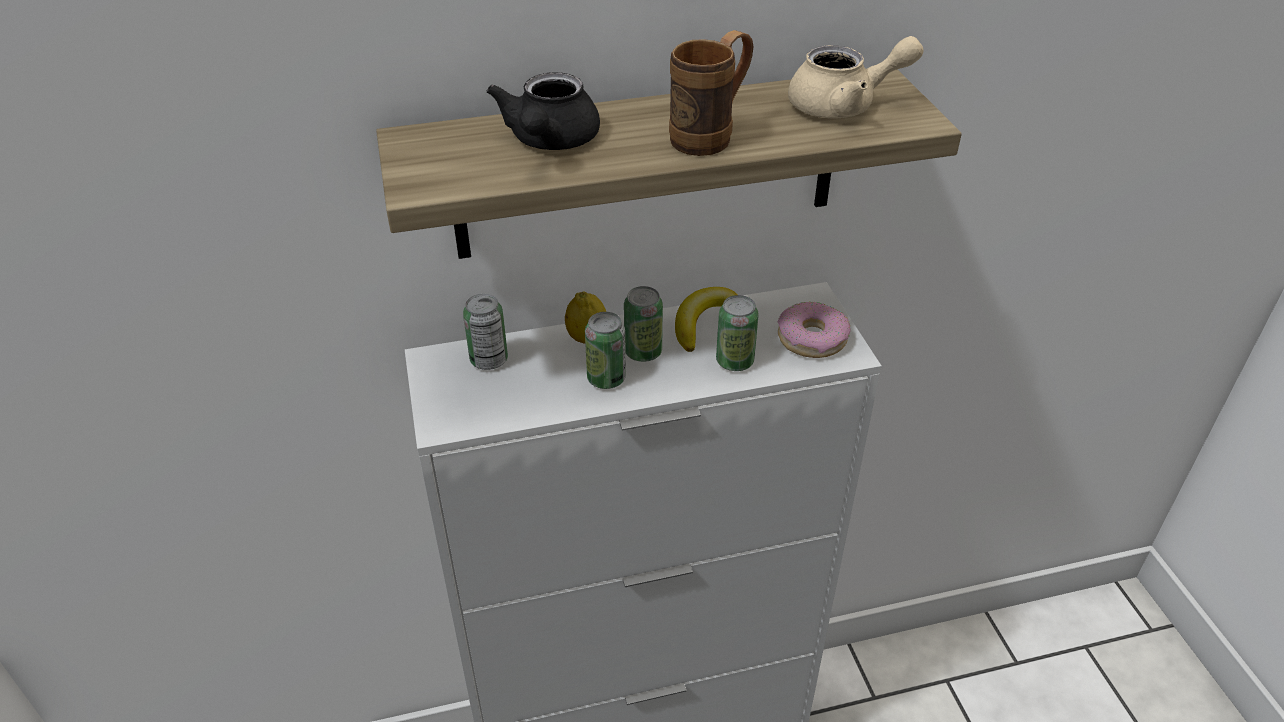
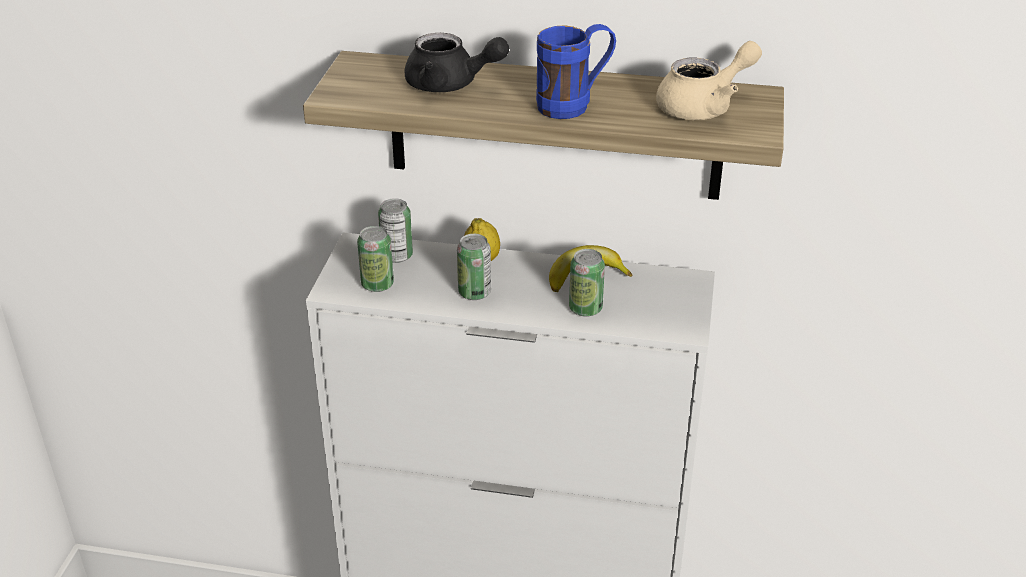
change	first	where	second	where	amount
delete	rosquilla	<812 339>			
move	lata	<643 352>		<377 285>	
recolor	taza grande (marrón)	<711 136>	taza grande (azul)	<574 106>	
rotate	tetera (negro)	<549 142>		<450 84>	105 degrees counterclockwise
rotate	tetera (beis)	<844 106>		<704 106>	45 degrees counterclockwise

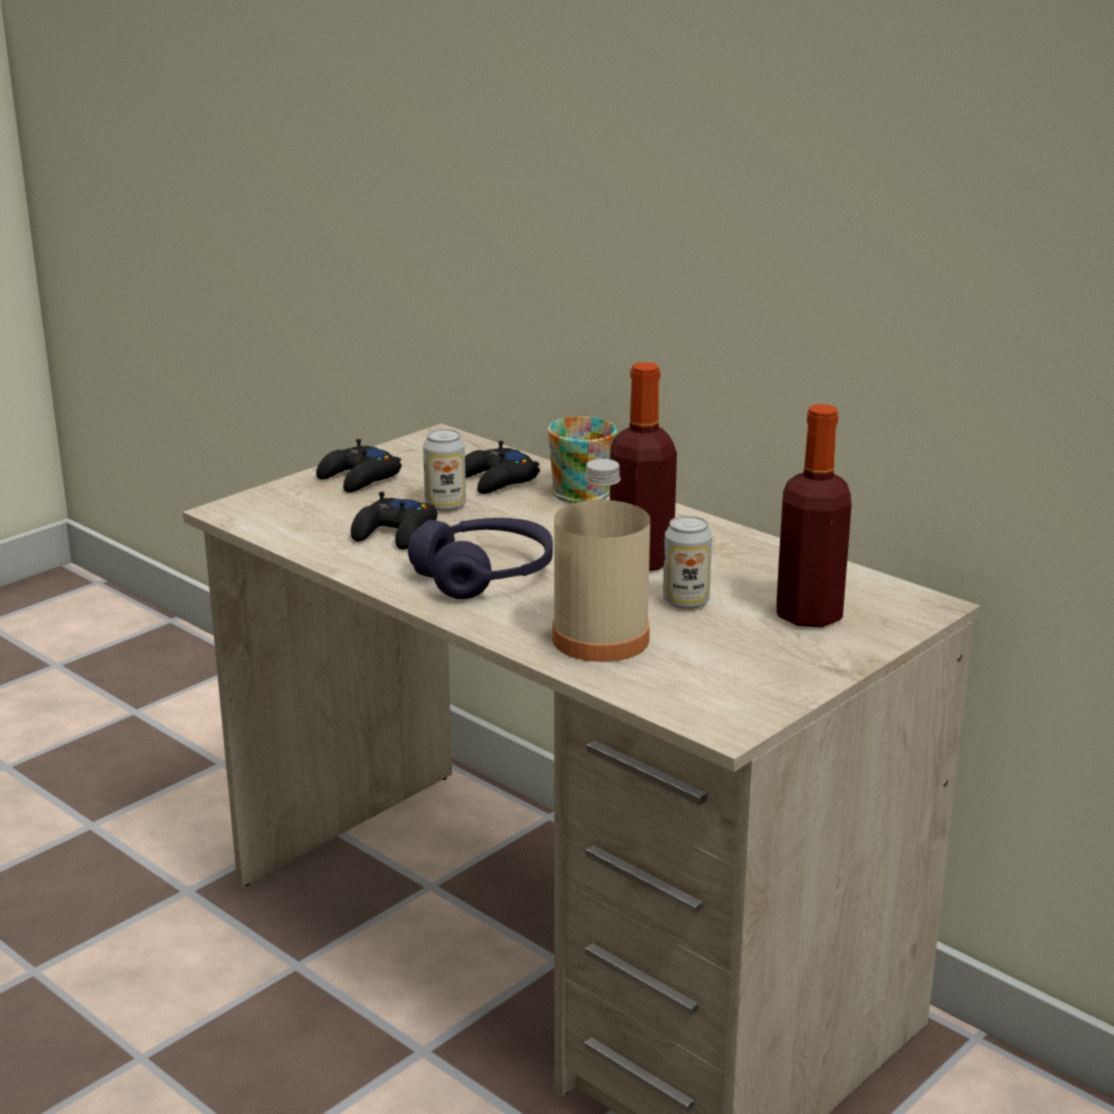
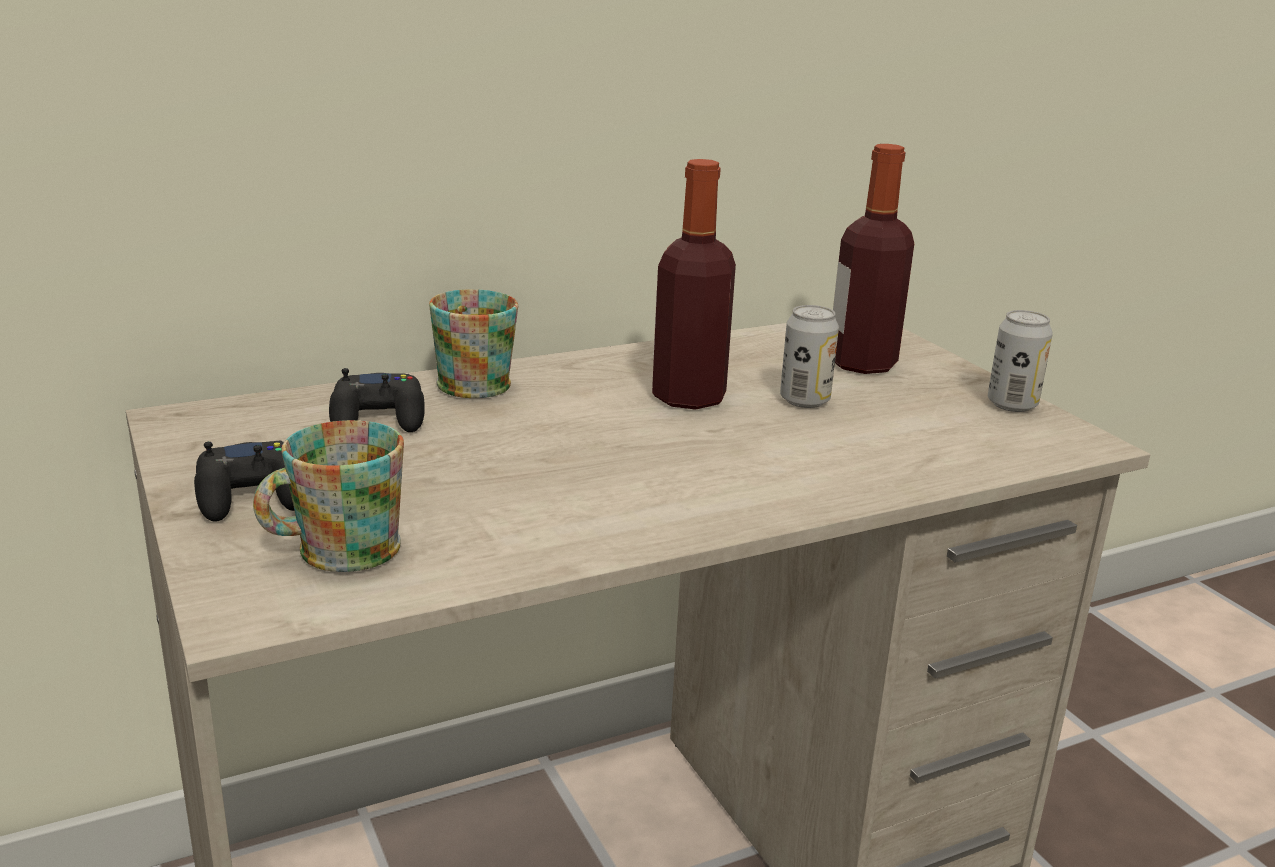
change	first	where	second	where	amount
delete	mando de consola (negro)	<396 533>			
delete	auriculares (morado)	<484 575>			
delete	botella (beis)	<600 639>			
insert			taza grande	<334 550>	
move	lata	<445 505>		<1012 404>	

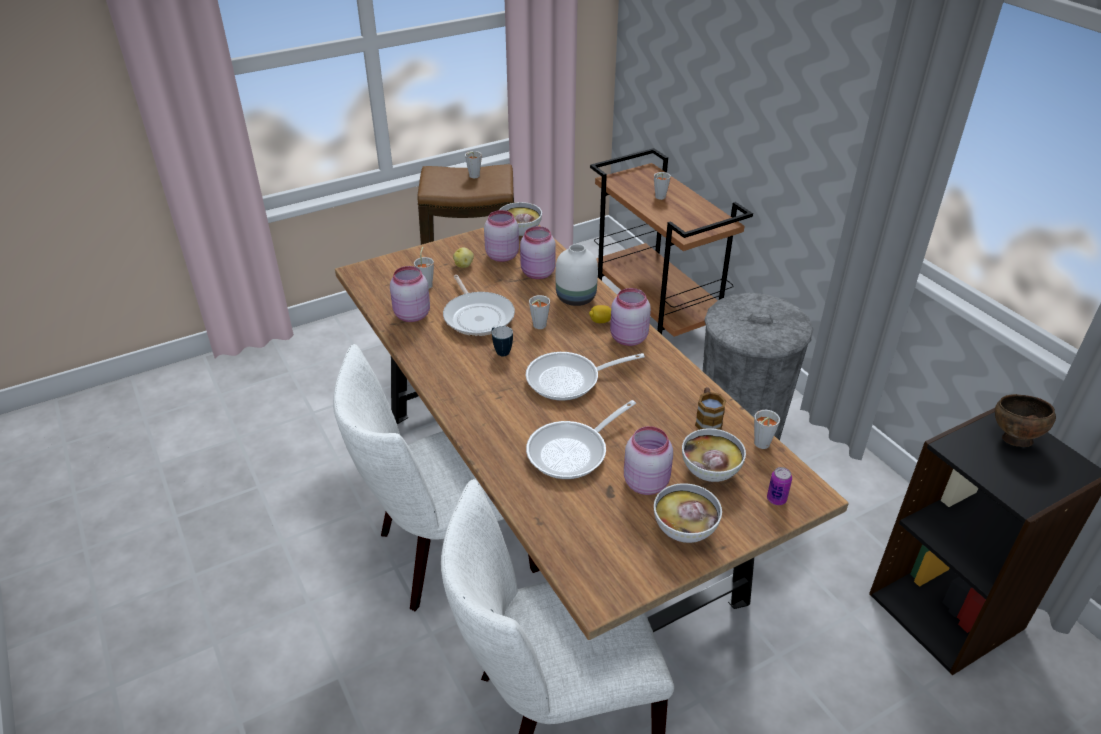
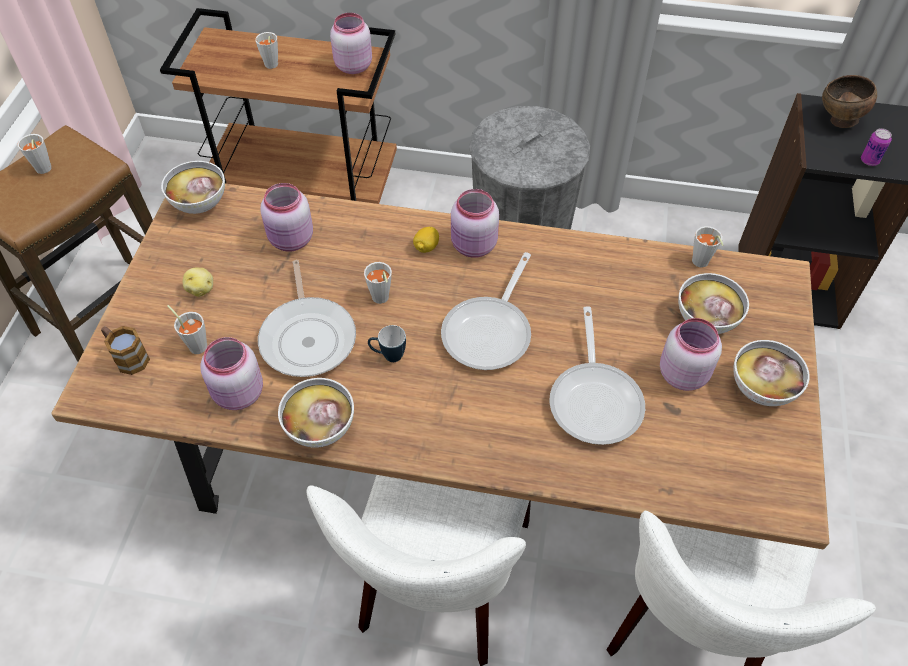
change	first	where	second	where	amount
delete	florero (blanco)	<575 297>			
insert			cuenco	<320 428>	
move	tarro (rosa)	<501 255>		<352 66>	
move	taza grande	<707 420>		<127 357>	
move	lata	<776 499>		<869 161>	
rotate	sartén	<478 316>		<308 337>	60 degrees clockwise

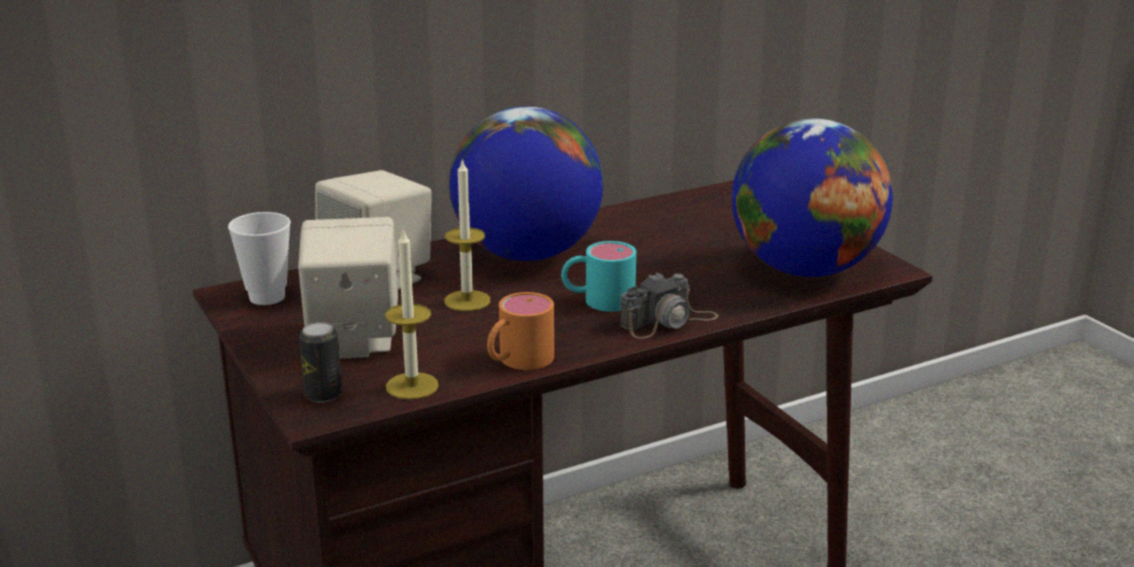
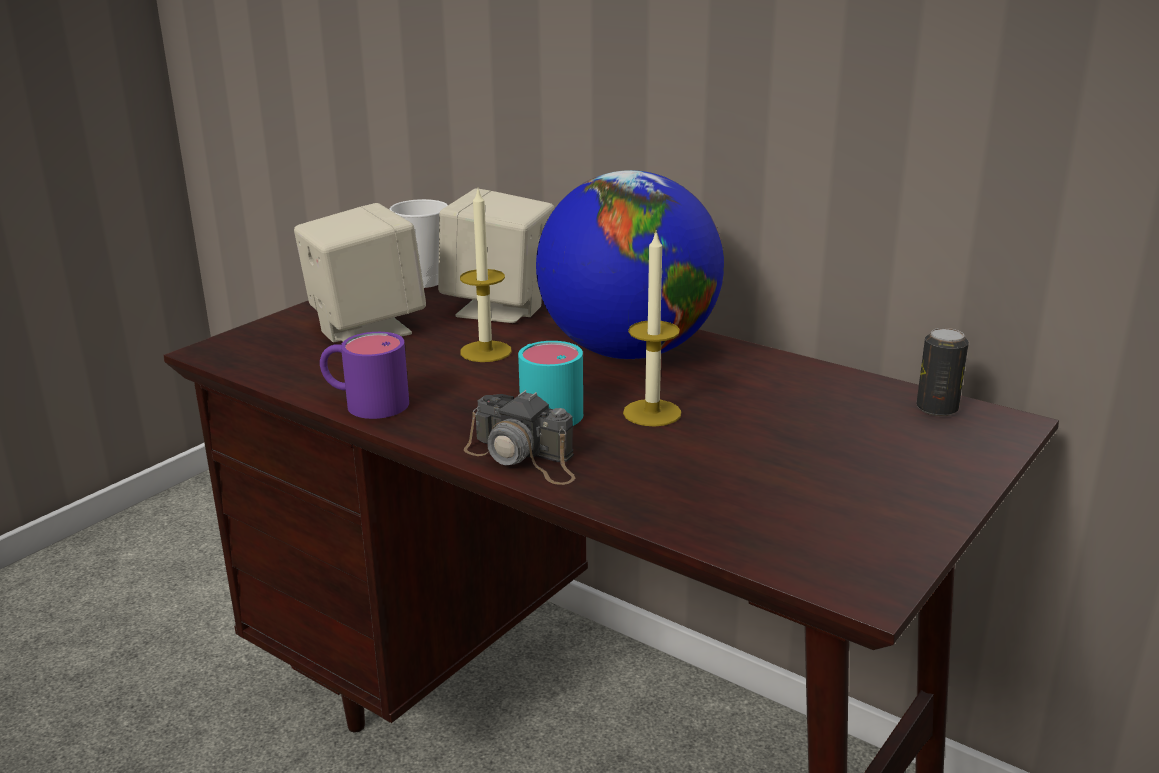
change	first	where	second	where	amount
delete	globo terráqueo	<805 269>			
move	lata	<323 394>		<937 409>	
move	vela	<412 386>		<652 413>	
recolor	taza grande (naranja)	<517 361>	taza grande (morado)	<364 403>	

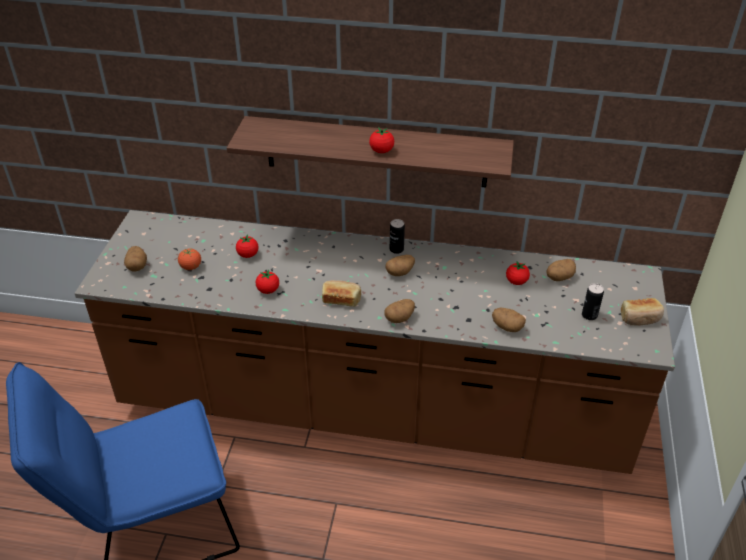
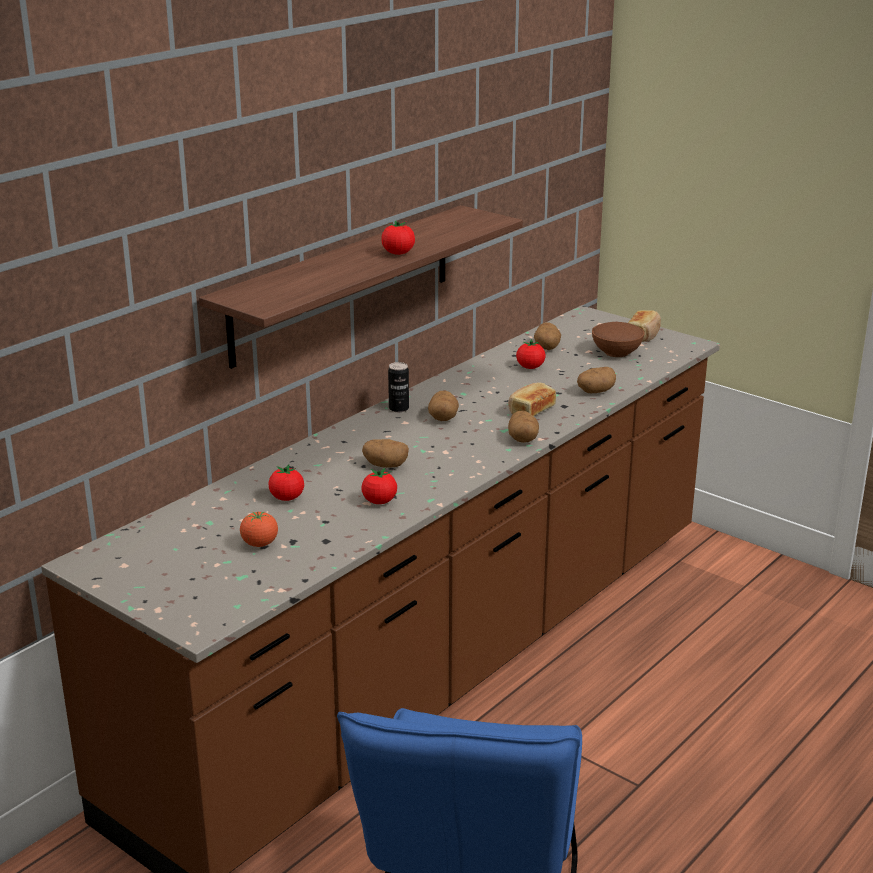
change	first	where	second	where	amount
move	patata	<137 266>		<385 465>	
move	pan	<341 299>		<530 410>	
replace	lata	<589 315>	cuenco (marrón)	<617 352>	

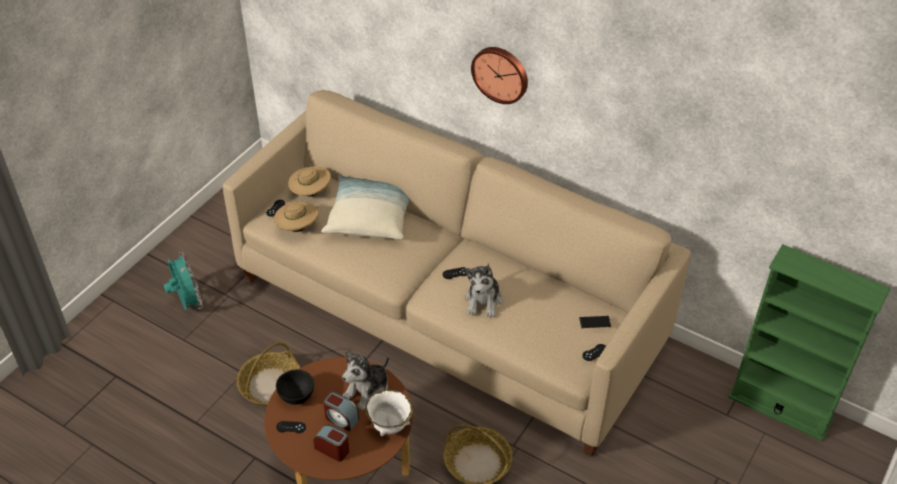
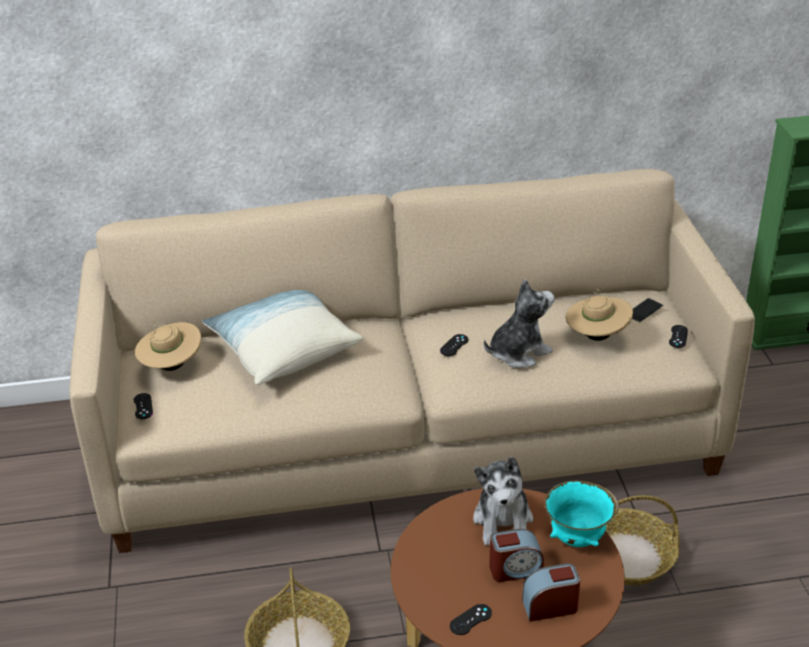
change	first	where	second	where	amount
delete	ventilador (turquesa)	<187 303>			
delete	cuenco (negro)	<297 397>			
delete	reloj de pared	<501 73>			
move	sombrero (beis)	<298 228>		<597 336>	
recolor	cuenco (blanco)	<389 426>	cuenco (turquesa)	<578 539>	
rotate	peluche	<483 301>		<518 352>	90 degrees counterclockwise

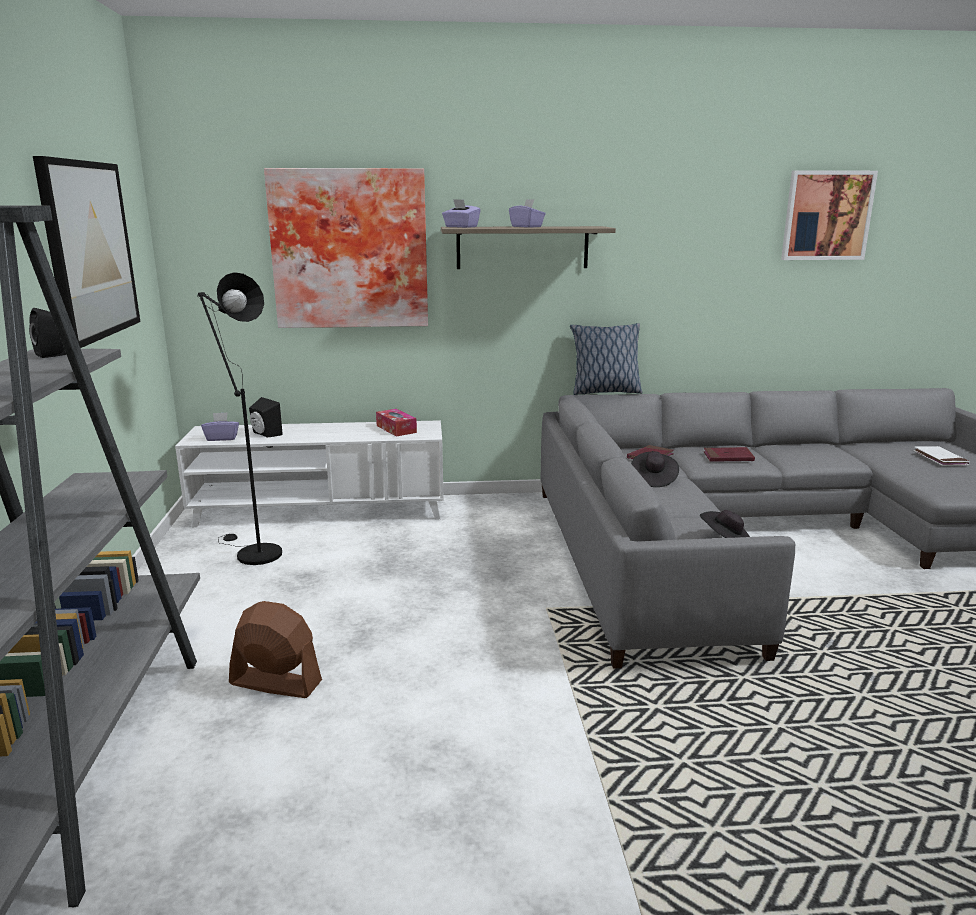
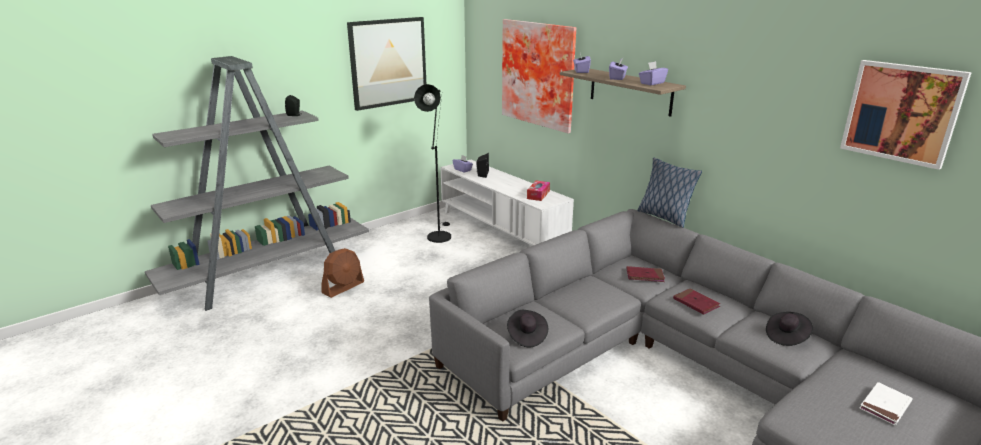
change	first	where	second	where	amount
insert			caja de pañuelos (morado)	<652 83>	
move	sombrero (negro)	<653 479>		<786 336>	
rotate	ventilador (marrón)	<275 682>		<343 287>	60 degrees clockwise

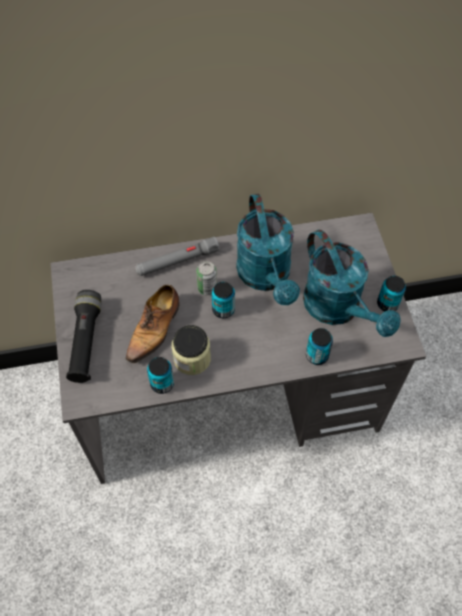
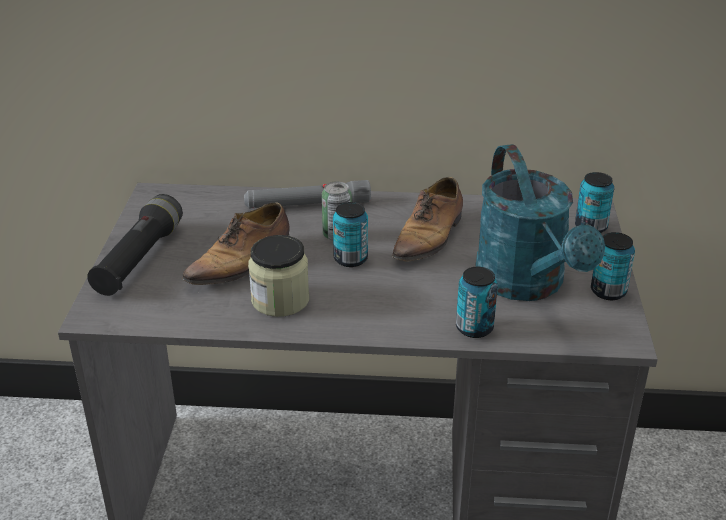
change	first	where	second	where	amount
move	lata	<162 383>		<590 227>	
replace	regadera (turquesa)	<267 277>	zapato	<429 237>	

